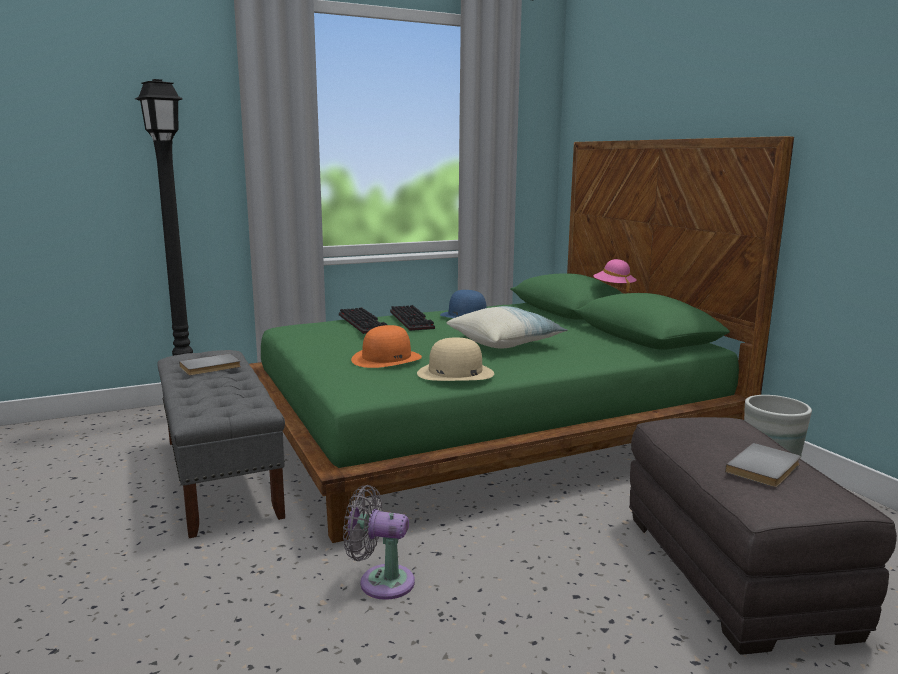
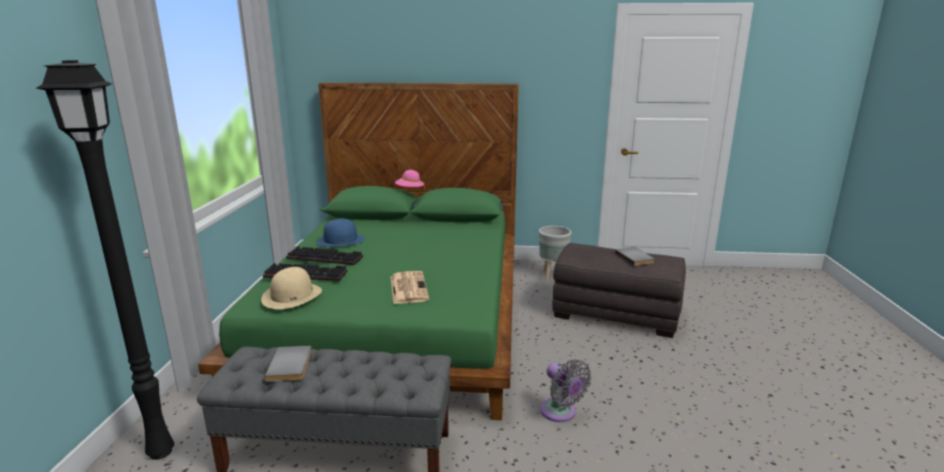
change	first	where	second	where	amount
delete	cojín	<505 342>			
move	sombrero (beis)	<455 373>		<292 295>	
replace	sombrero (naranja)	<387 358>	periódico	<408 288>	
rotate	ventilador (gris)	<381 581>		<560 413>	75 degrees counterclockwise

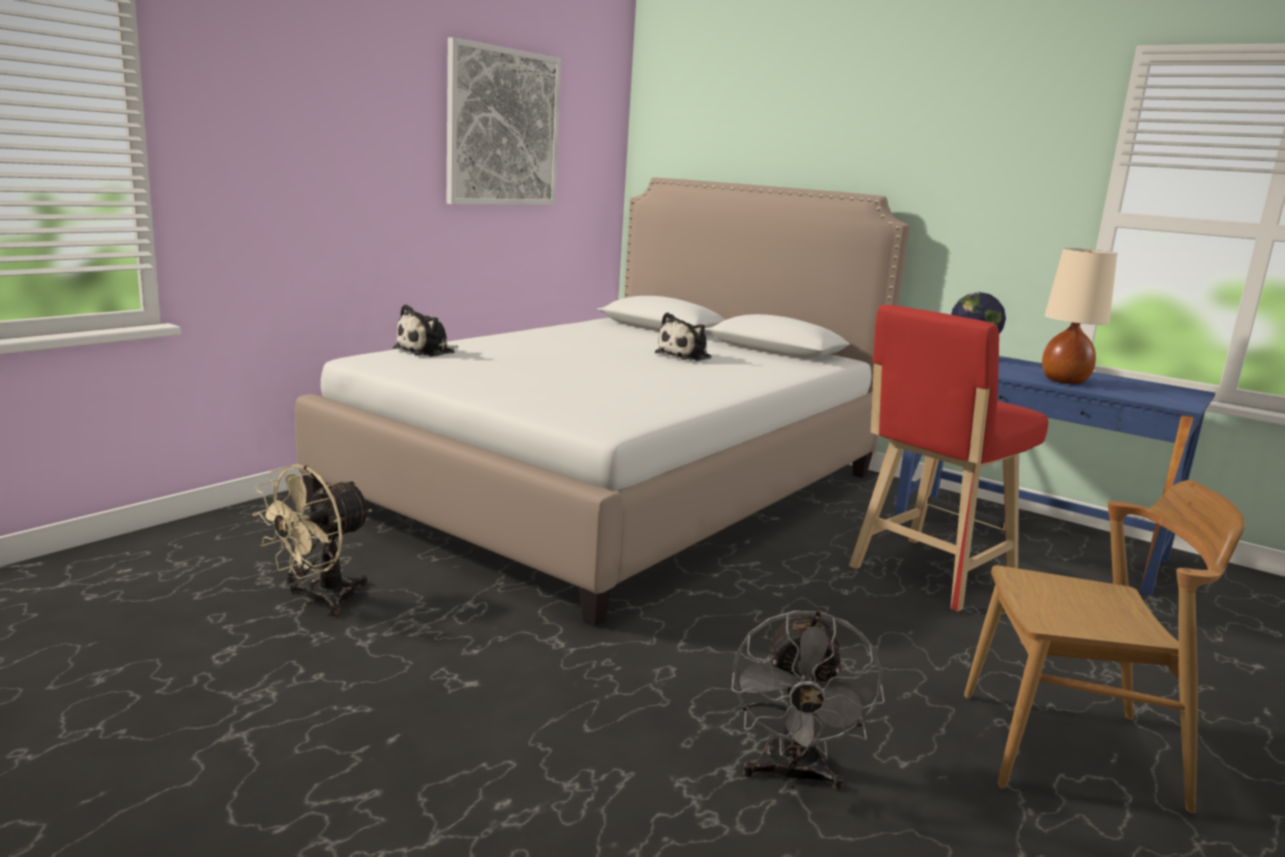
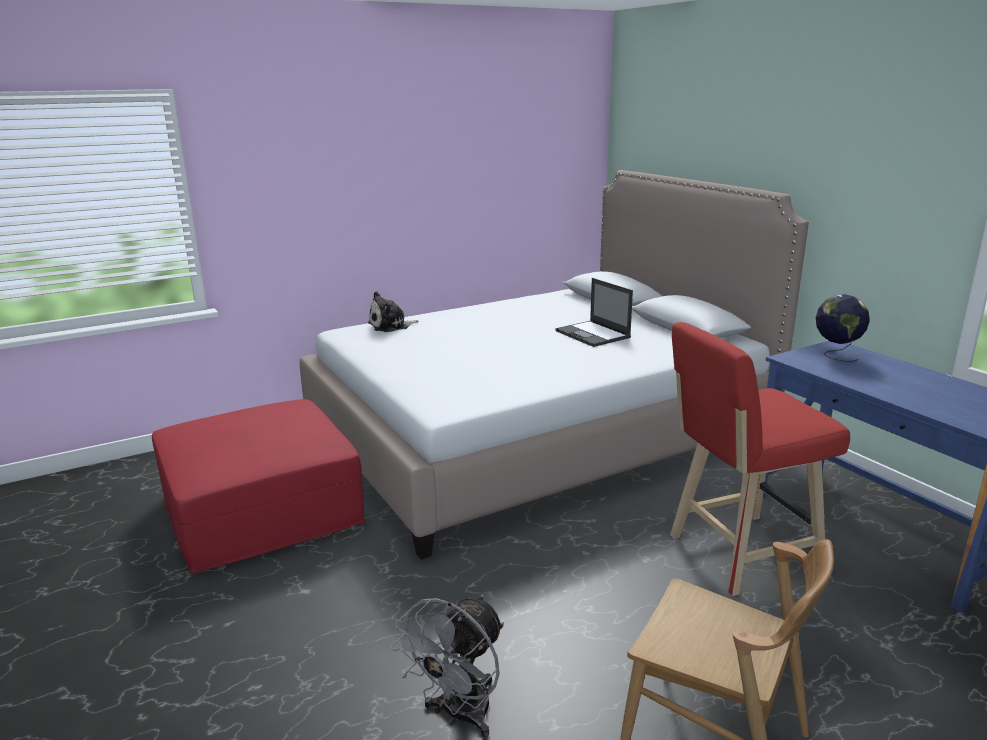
change	first	where	second	where	amount
delete	cuadro	<503 128>			
delete	lámpara de mesa (beis)	<1064 381>			
replace	ventilador (beis)	<319 600>	puf (rojo)	<262 509>	
replace	peluche	<686 356>	portátil	<593 334>	

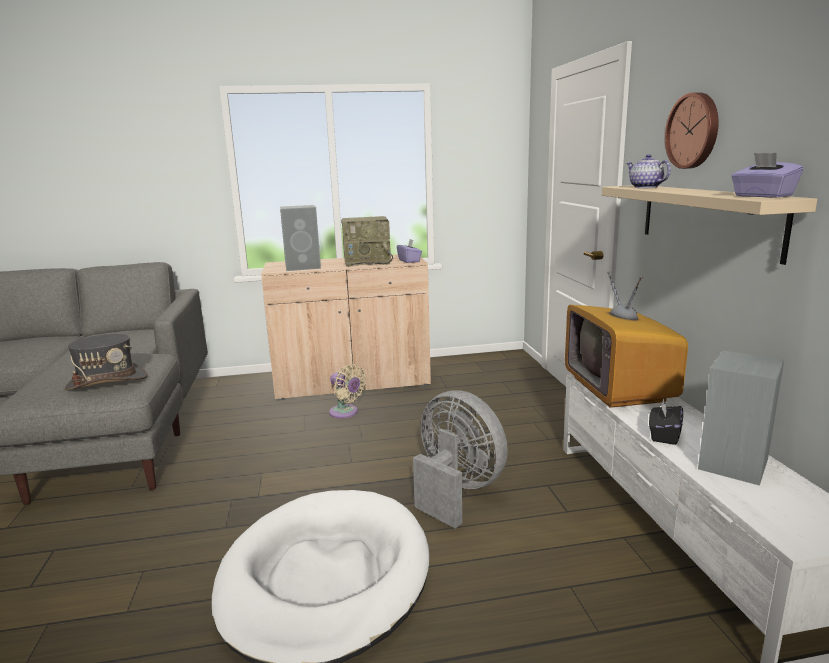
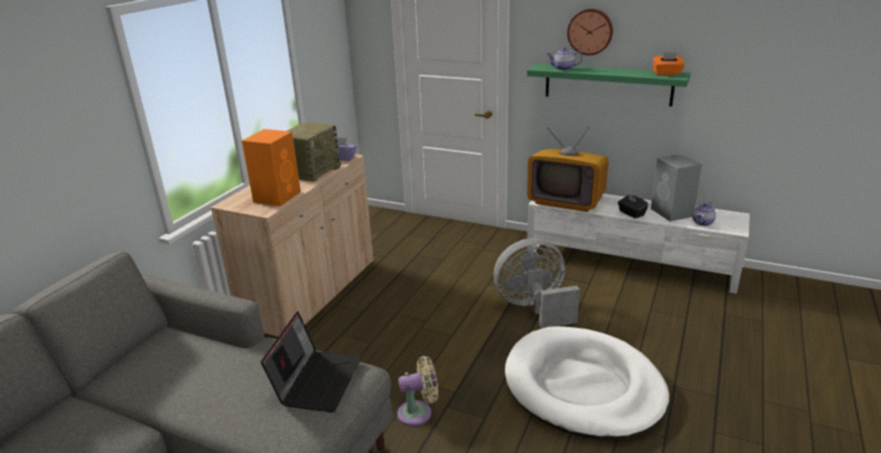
change	first	where	second	where	amount
insert			tetera	<703 222>	
move	ventilador (beis)	<345 413>		<418 413>	
replace	sombrero (gris)	<107 382>	portátil	<317 380>	
recolor	altavoz (gris)	<304 267>	altavoz (naranja)	<278 196>	
recolor	estante (beis)	<707 218>	estante (verde)	<608 84>	
recolor	caja de pañuelos (morado)	<762 196>	caja de pañuelos (naranja)	<667 74>	

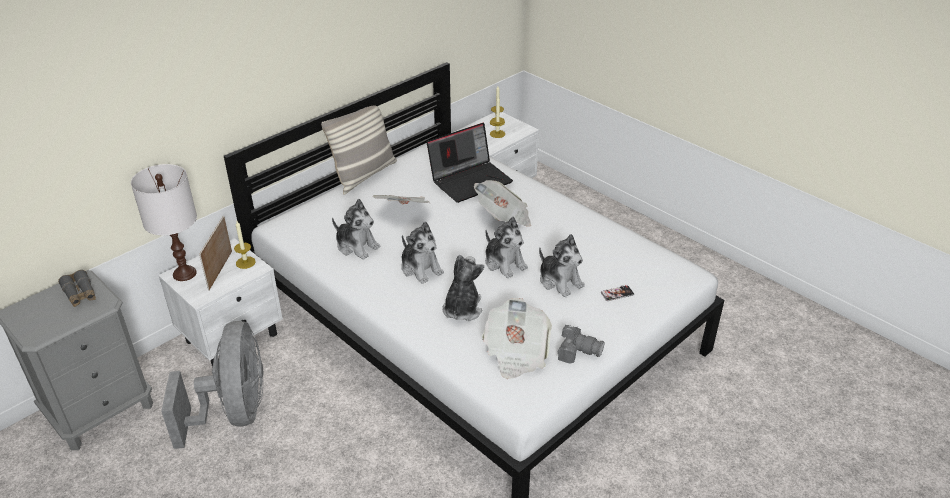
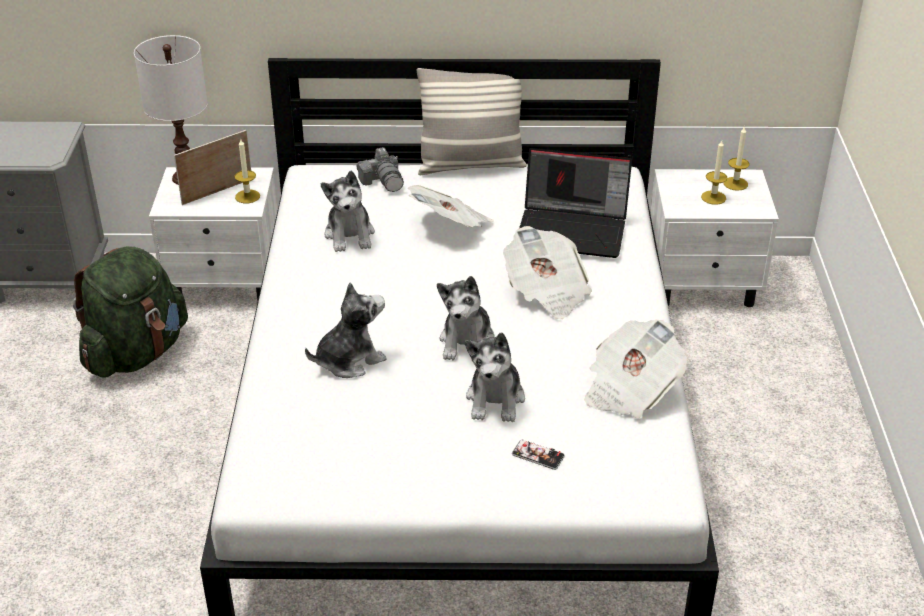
change	first	where	second	where	amount
delete	prismáticos (gris)	<80 294>			
delete	peluche	<421 268>			
move	periódico	<516 353>		<630 389>	
move	cámara	<577 351>		<383 181>	
replace	ventilador (gris)	<234 412>	mochila (verde)	<137 353>	

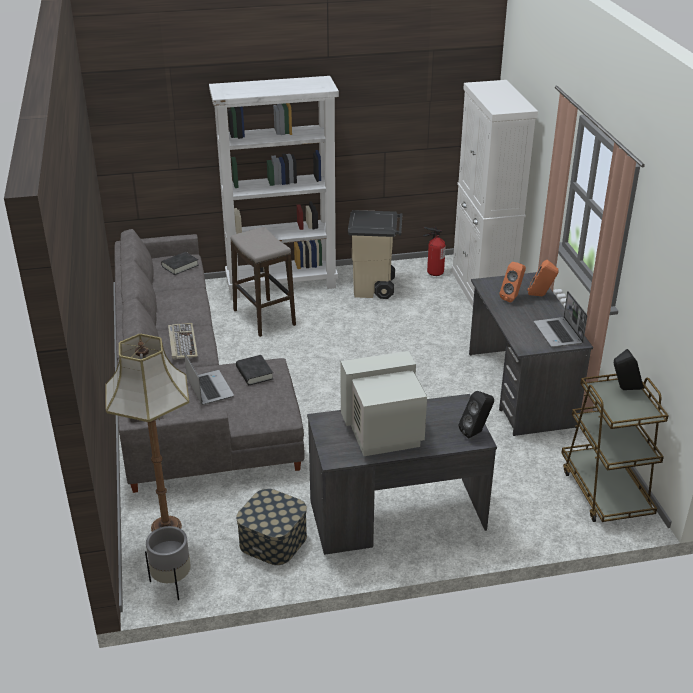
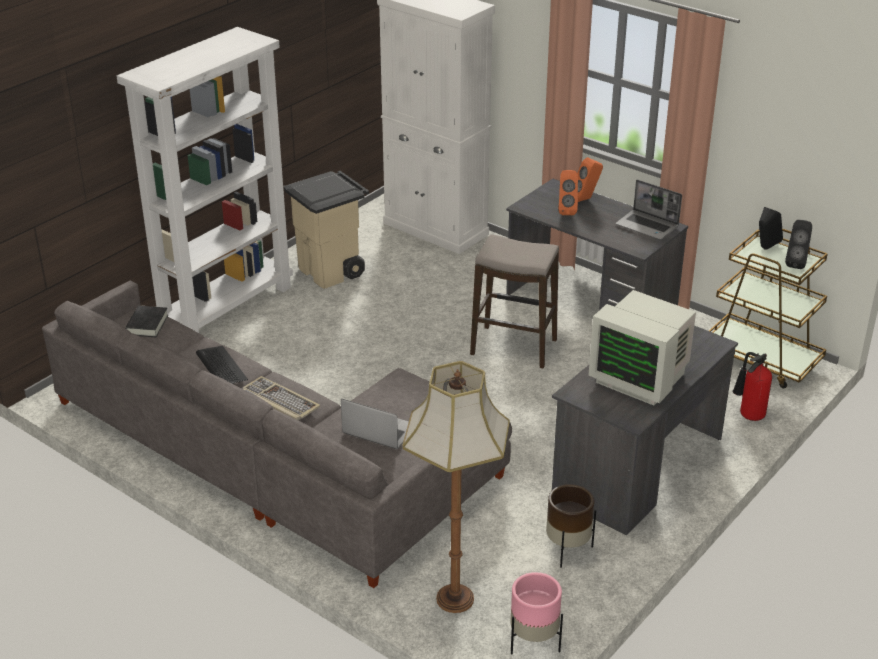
change	first	where	second	where	amount
delete	libro (negro)	<254 373>			
insert			teclado	<221 367>	
move	taburete	<264 318>		<514 348>	
move	extintor	<433 272>		<748 415>	
move	altavoz (negro)	<476 432>		<796 263>	
replace	caja de almacenaje	<273 540>	maceta (marrón)	<567 550>	
recolor	maceta (gris)	<172 583>	maceta (rosa)	<533 642>	
rotate	monitor	<384 433>		<640 377>	90 degrees counterclockwise

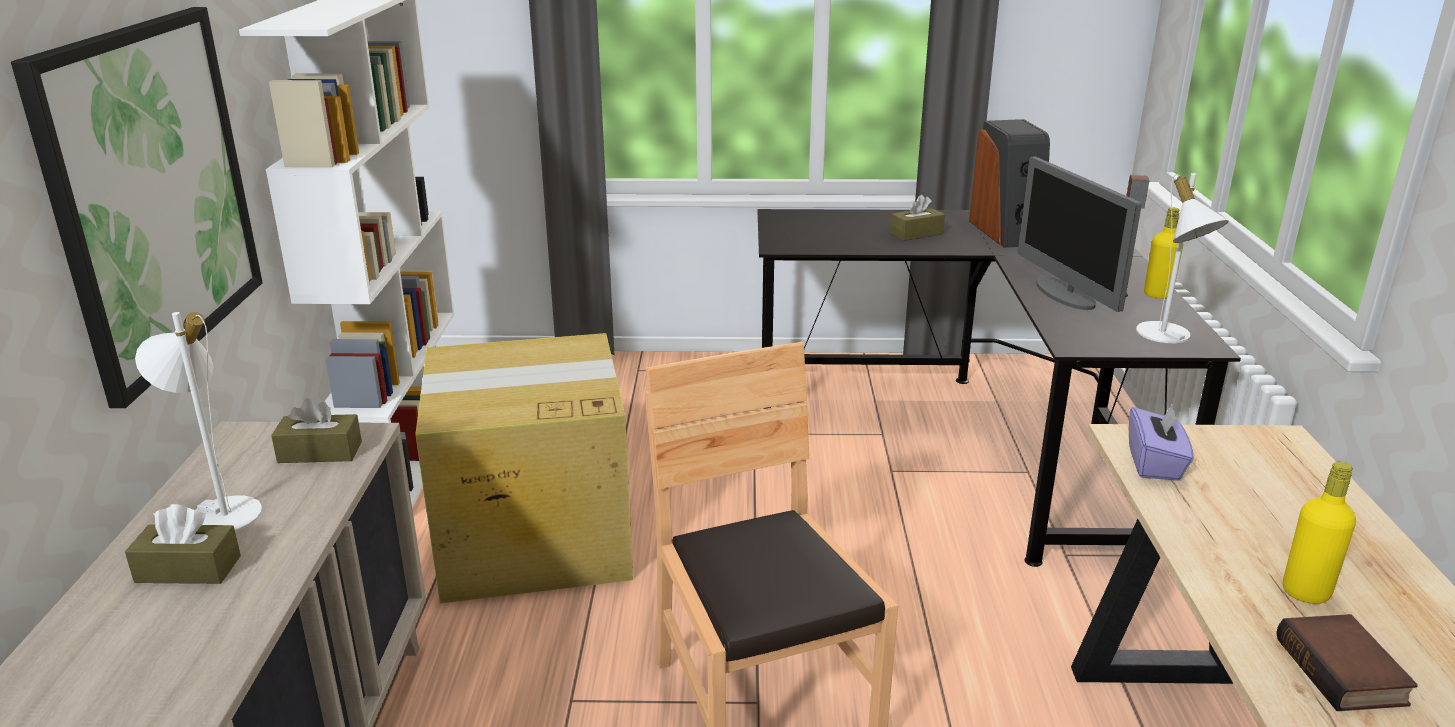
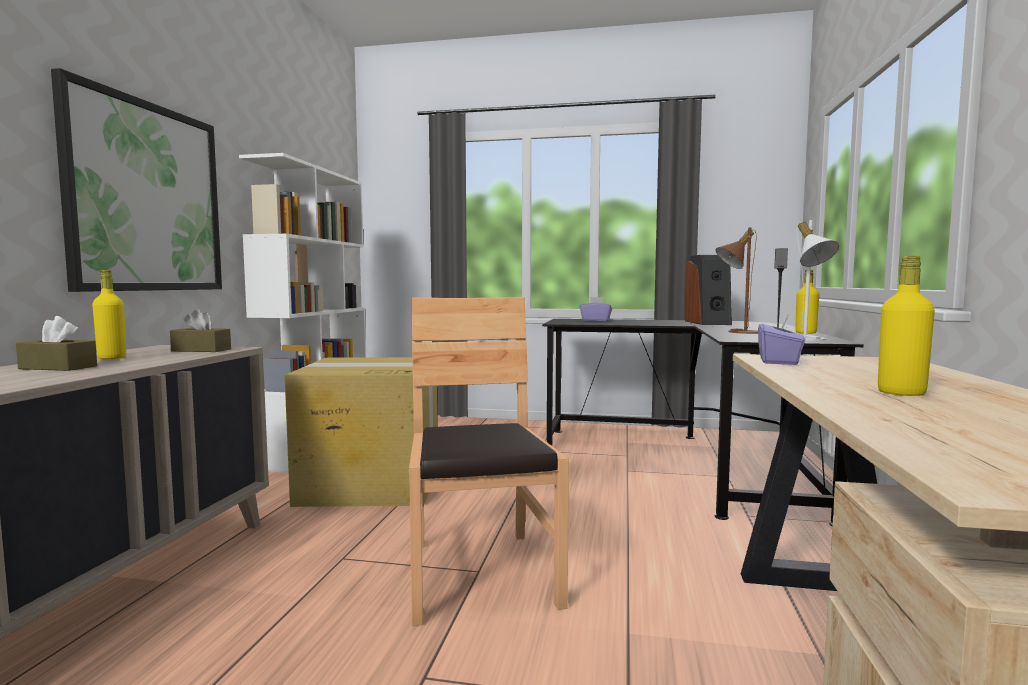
change	first	where	second	where	amount
delete	caja de pañuelos (marrón)	<916 233>			
delete	libro	<1344 672>			
insert			caja de pañuelos (morado)	<596 320>	
replace	lámpara de mesa (blanco)	<219 510>	botella (amarillo)	<112 358>	
replace	monitor	<1065 295>	lámpara de mesa (marrón)	<738 332>	

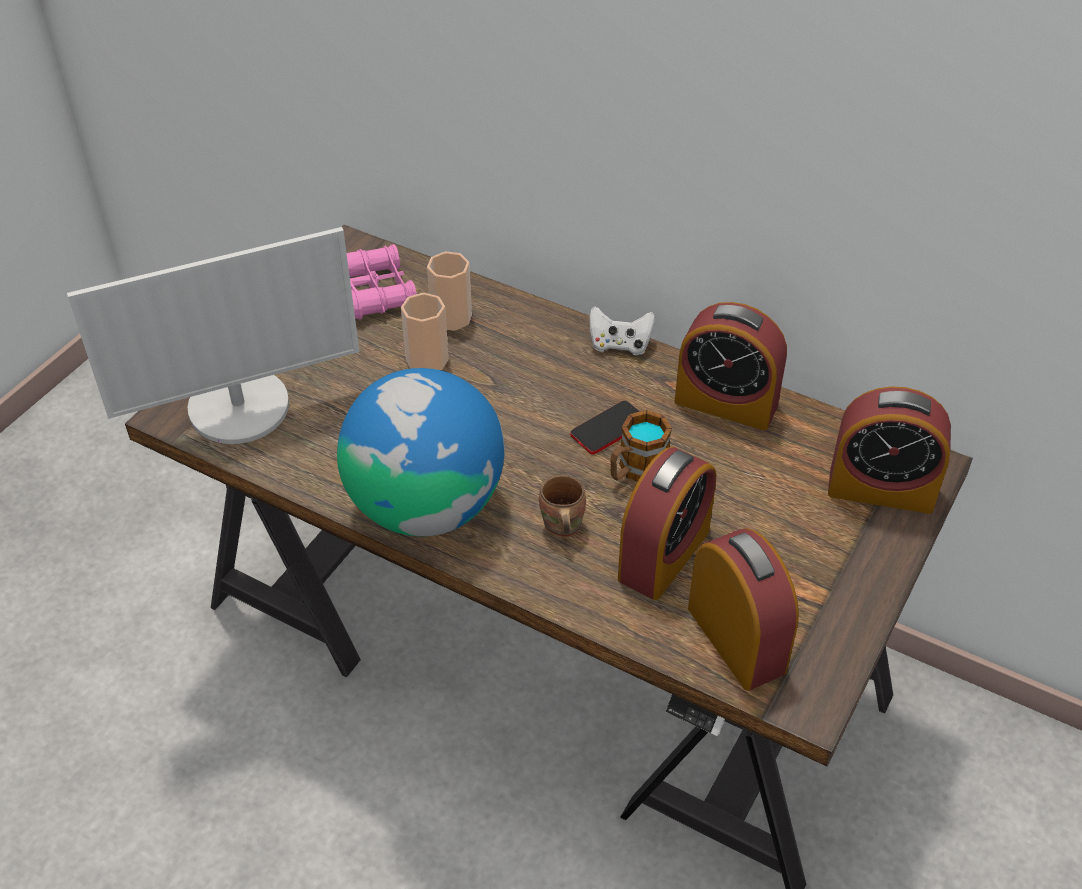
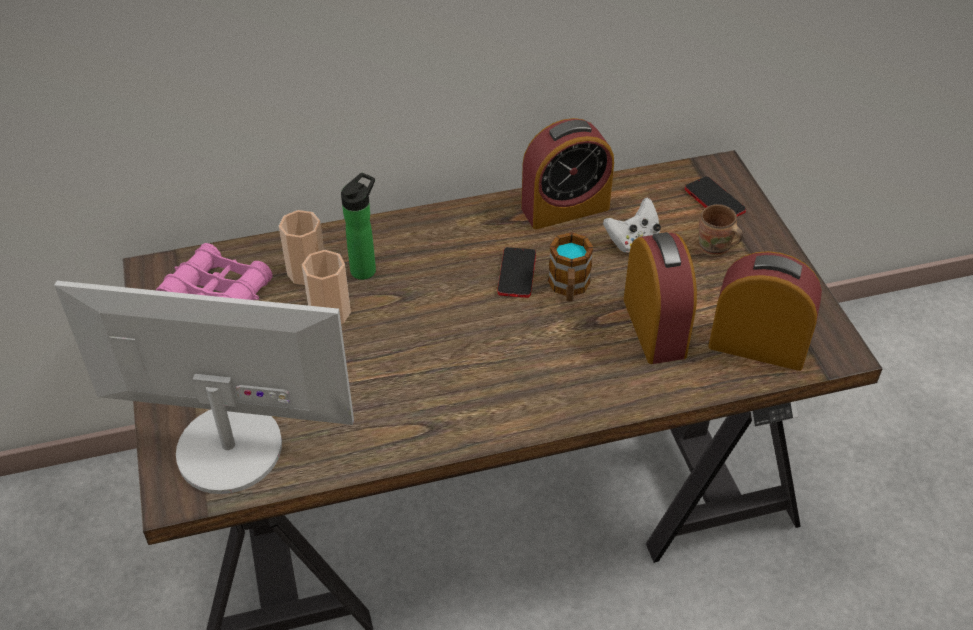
change	first	where	second	where	amount
delete	globo terráqueo	<426 505>			
insert			botella	<365 268>	
move	taza grande (marrón)	<560 527>		<714 249>	
move	mando de consola (blanco)	<619 345>		<632 239>	
replace	despertador	<881 489>	móvil	<714 200>	
rotate	monitor	<240 407>		<229 447>	105 degrees counterclockwise

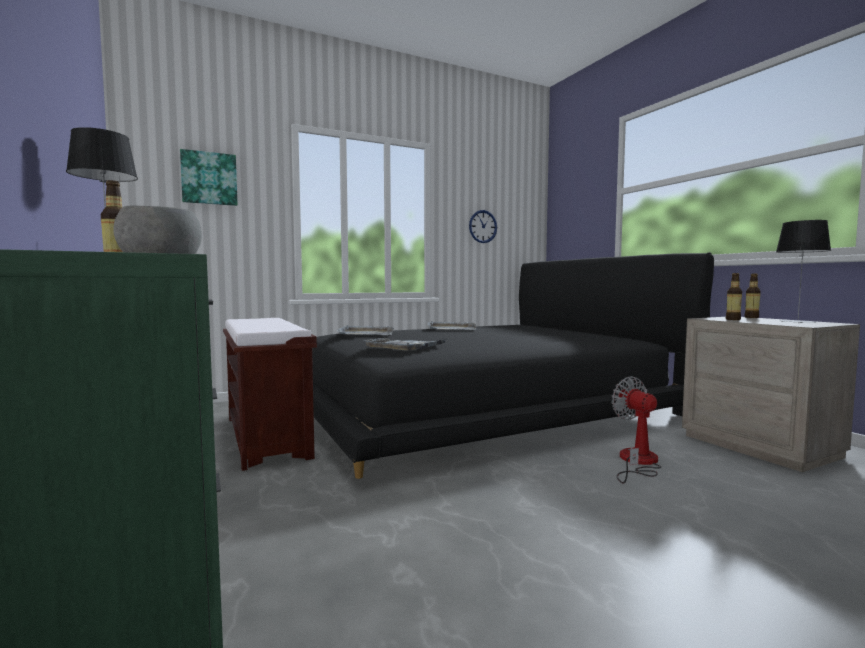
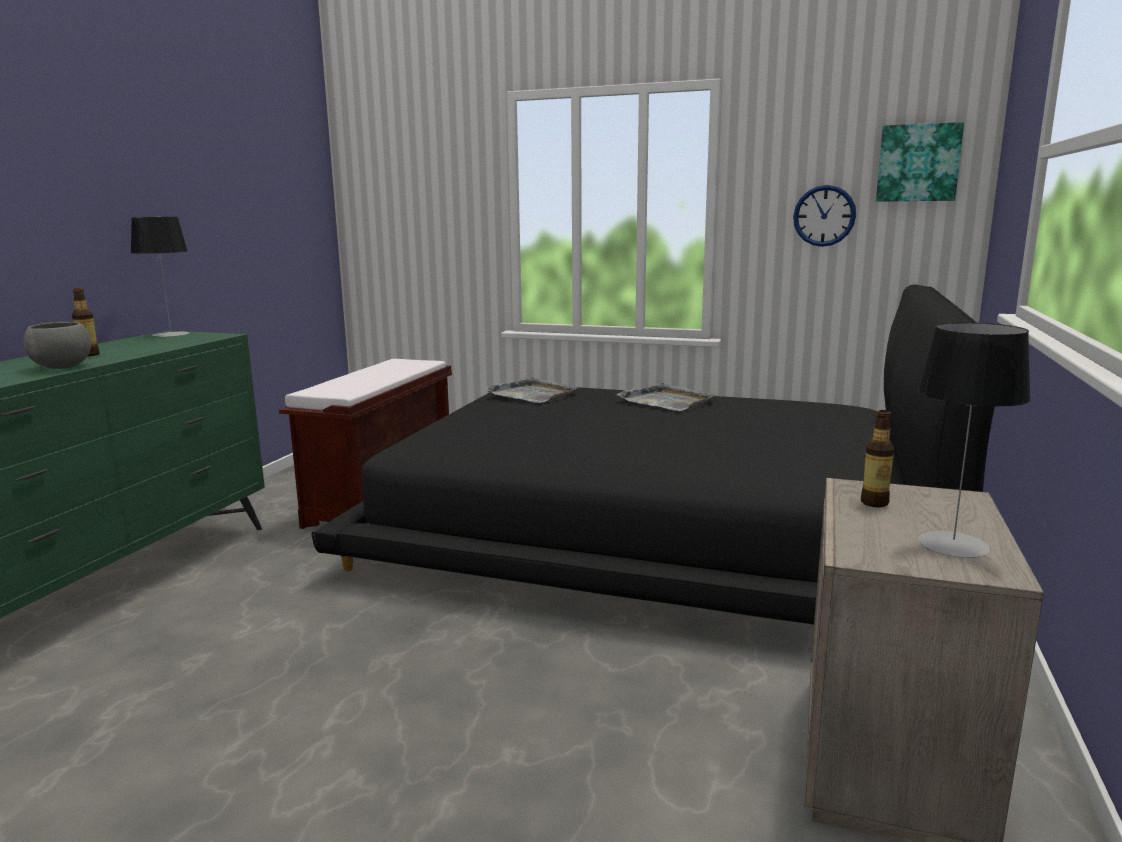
change	first	where	second	where	amount
delete	bandeja (gris)	<404 346>			
delete	ventilador	<637 462>			
delete	botella	<751 317>			
move	cuadro	<209 178>		<918 163>	

